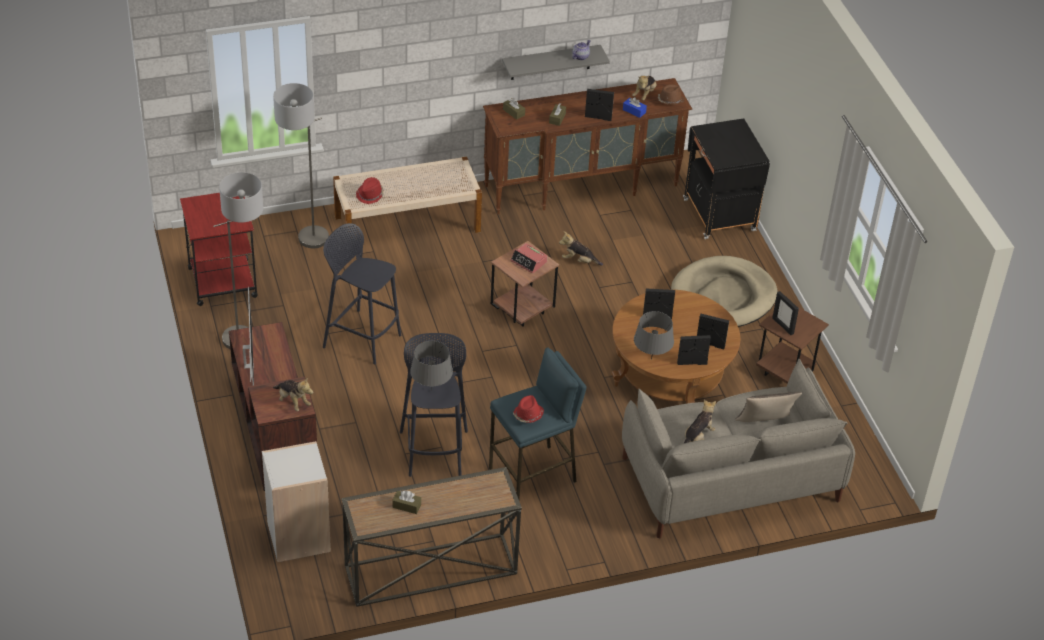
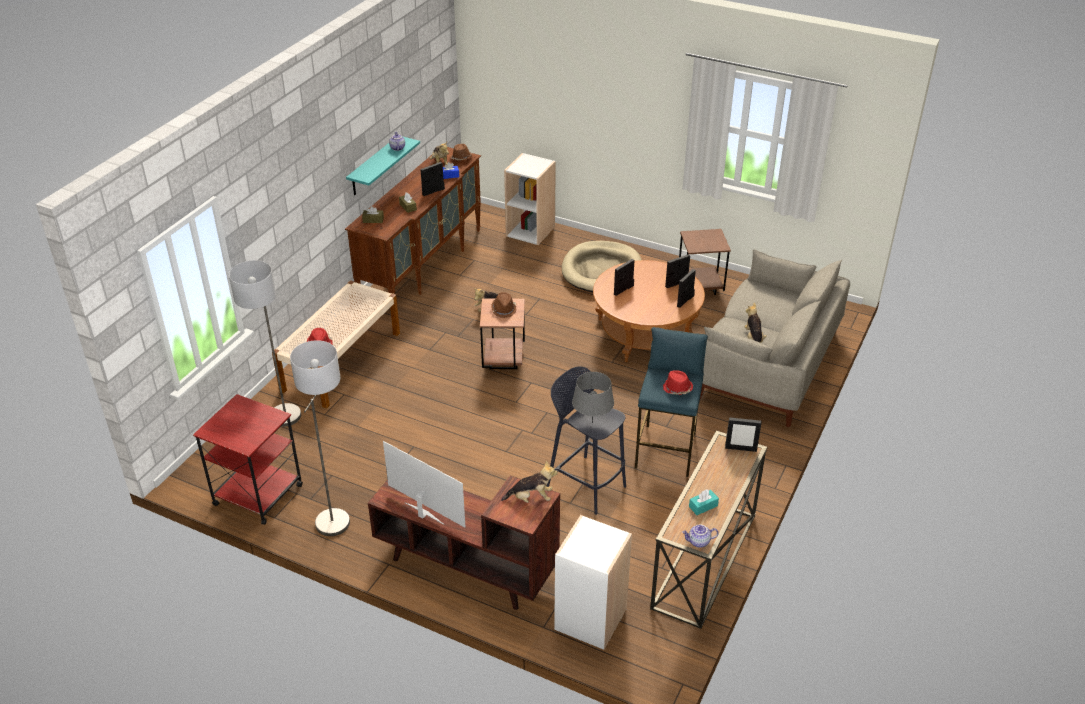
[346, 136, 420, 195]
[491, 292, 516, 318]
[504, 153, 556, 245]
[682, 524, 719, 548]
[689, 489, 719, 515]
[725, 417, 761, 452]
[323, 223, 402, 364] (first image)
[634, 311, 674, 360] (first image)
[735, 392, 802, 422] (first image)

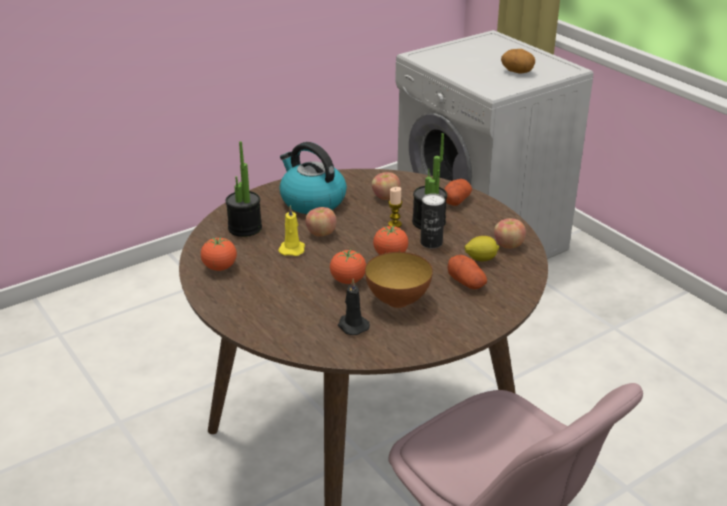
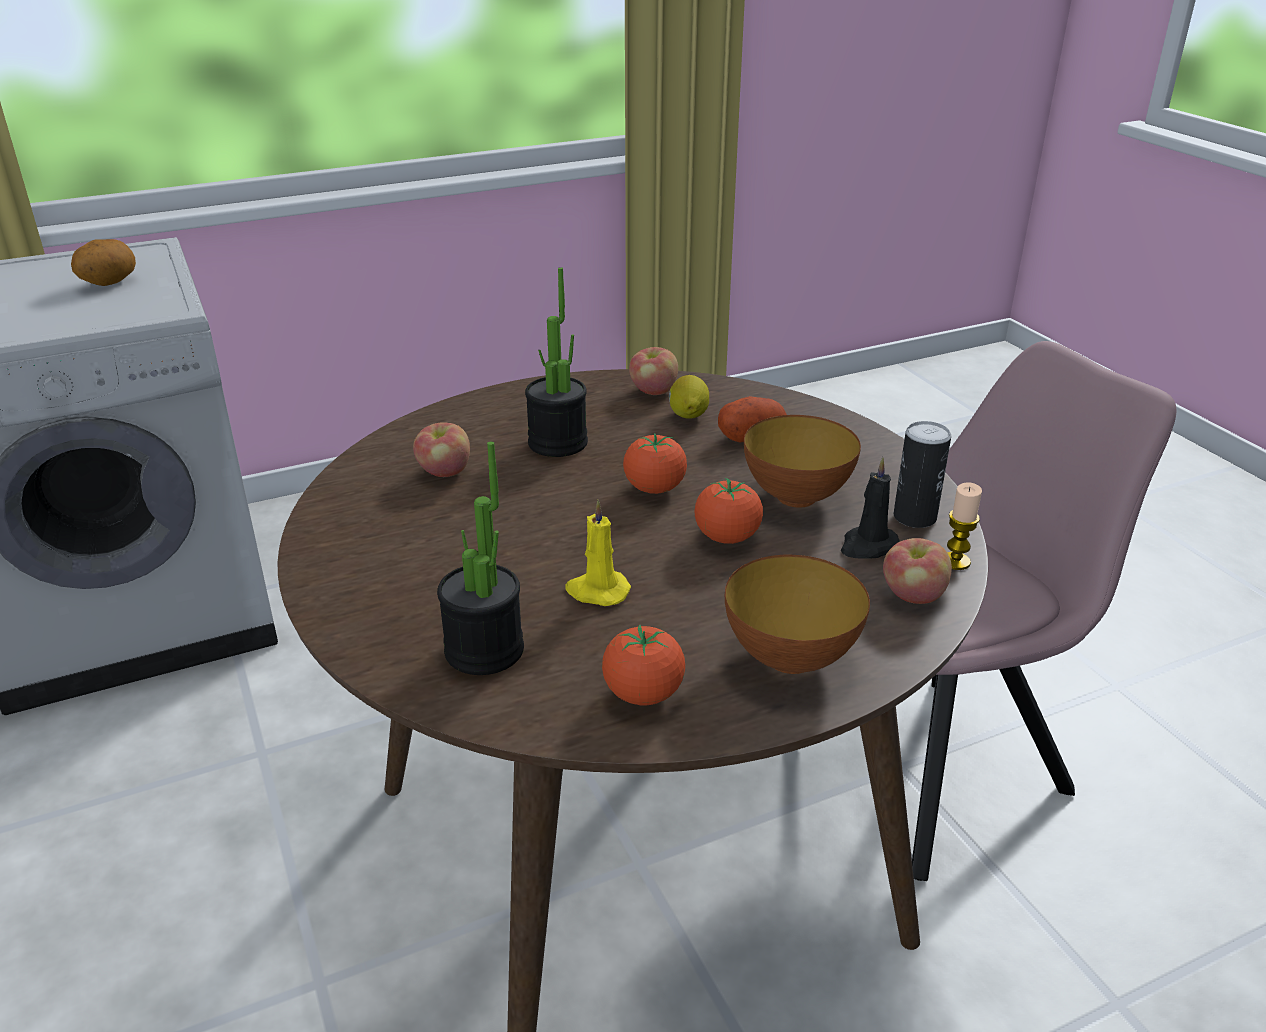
[725, 554, 870, 674]
[883, 538, 952, 604]
[894, 421, 951, 528]
[947, 483, 982, 570]
[279, 142, 347, 214] (first image)
[444, 179, 472, 206] (first image)

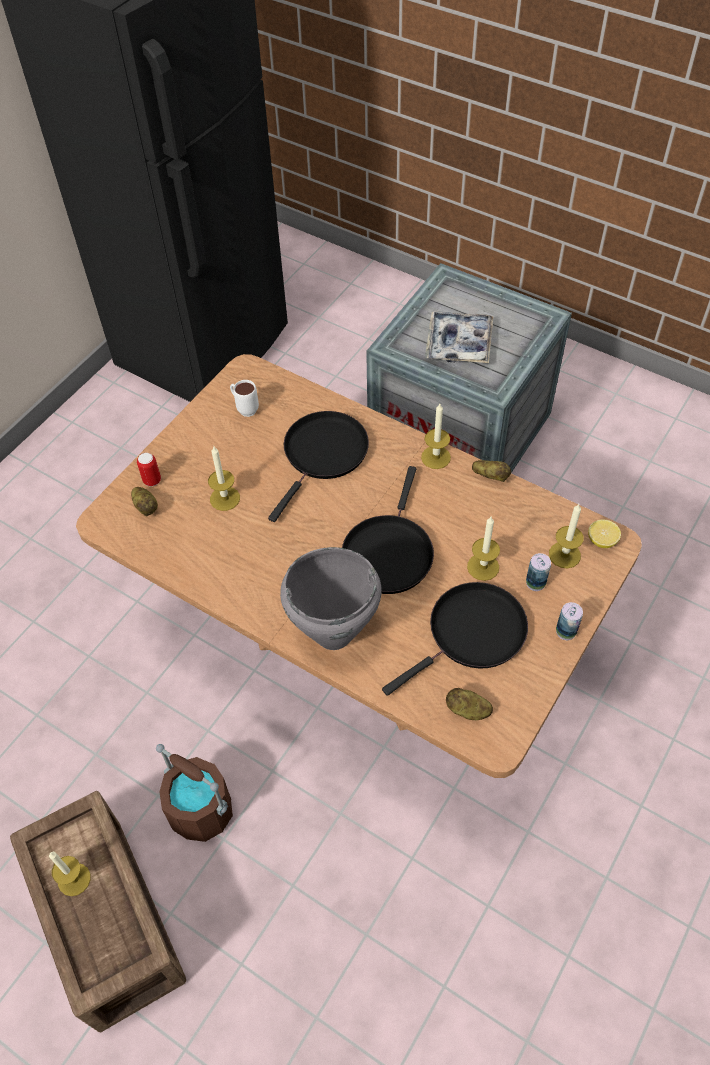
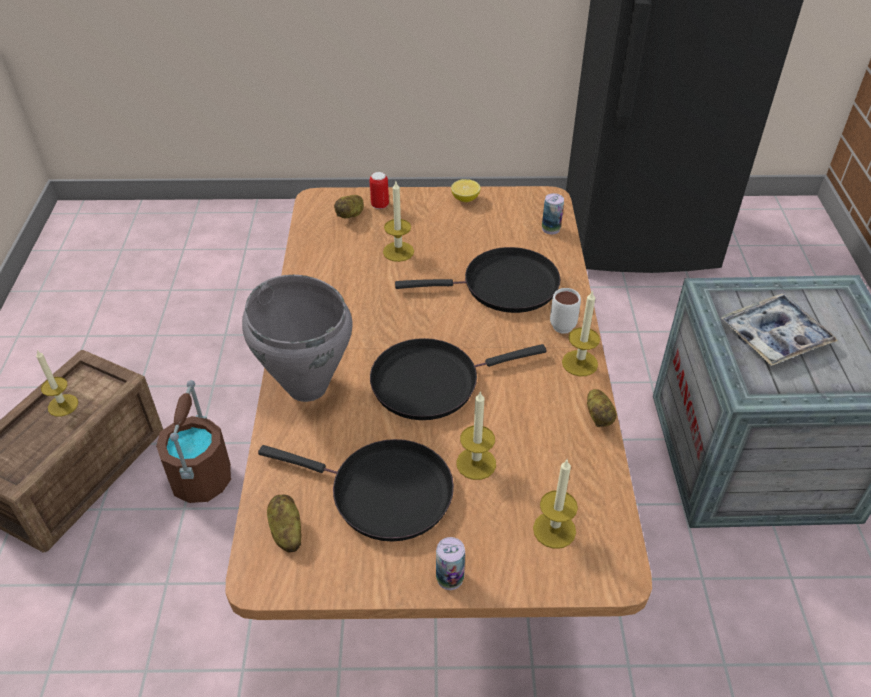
[451, 179, 480, 202]
[542, 193, 564, 234]
[550, 288, 581, 334]

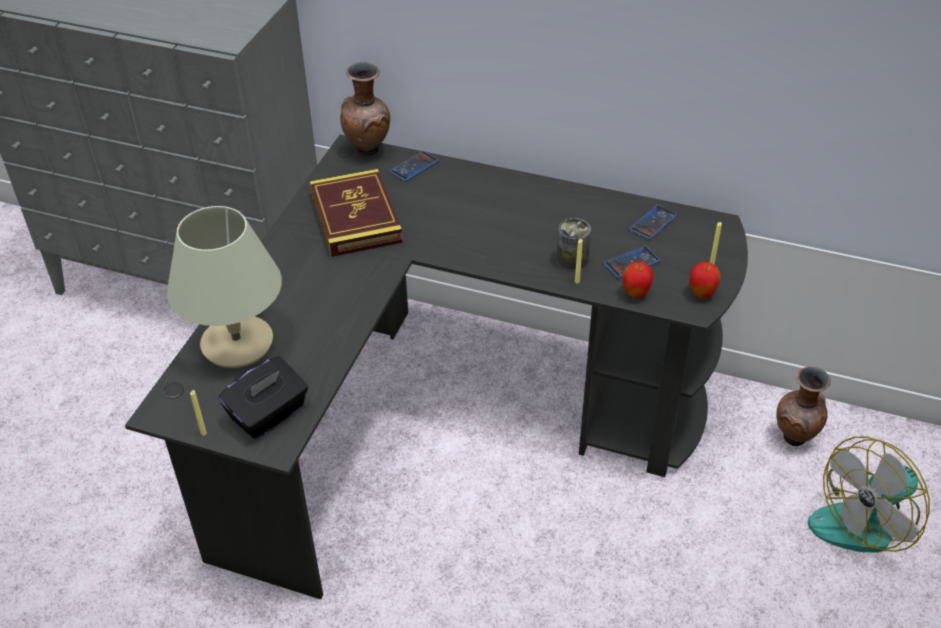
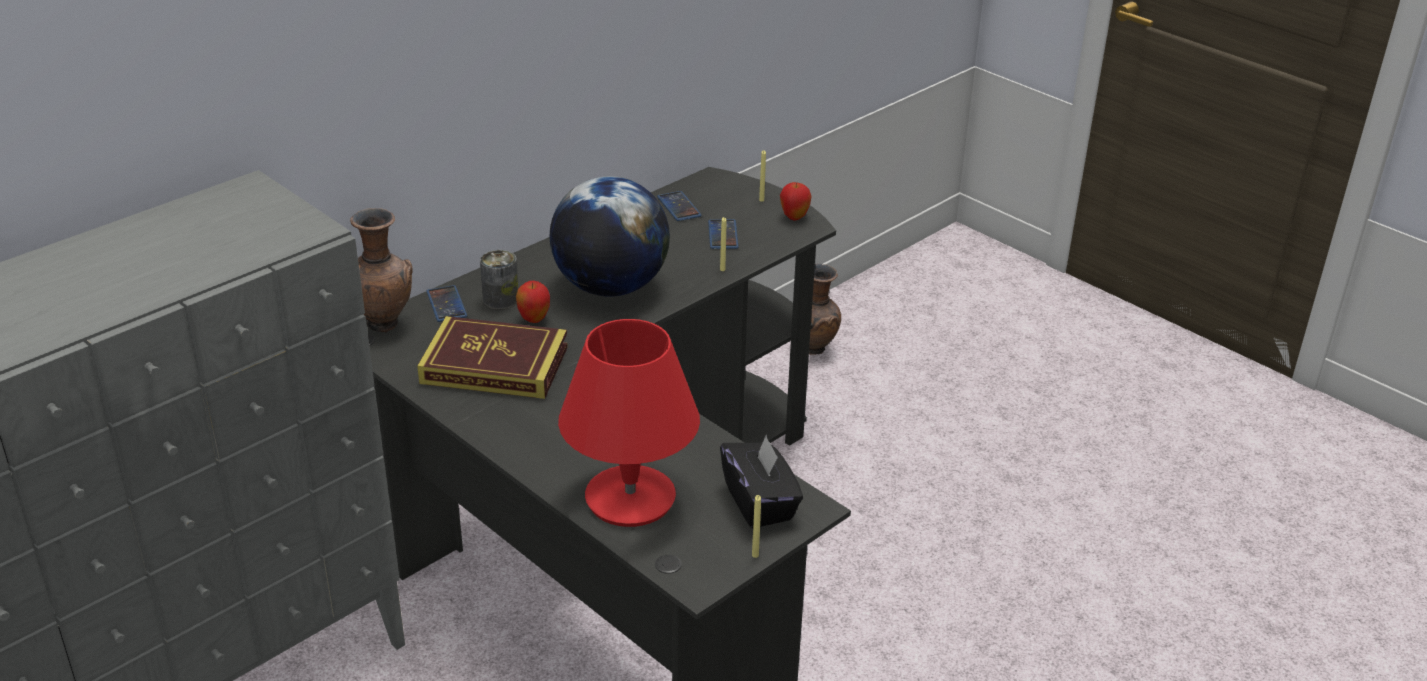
[480, 250, 518, 310]
[516, 281, 550, 323]
[550, 176, 670, 297]
[558, 319, 700, 527]
[808, 437, 930, 553] (first image)

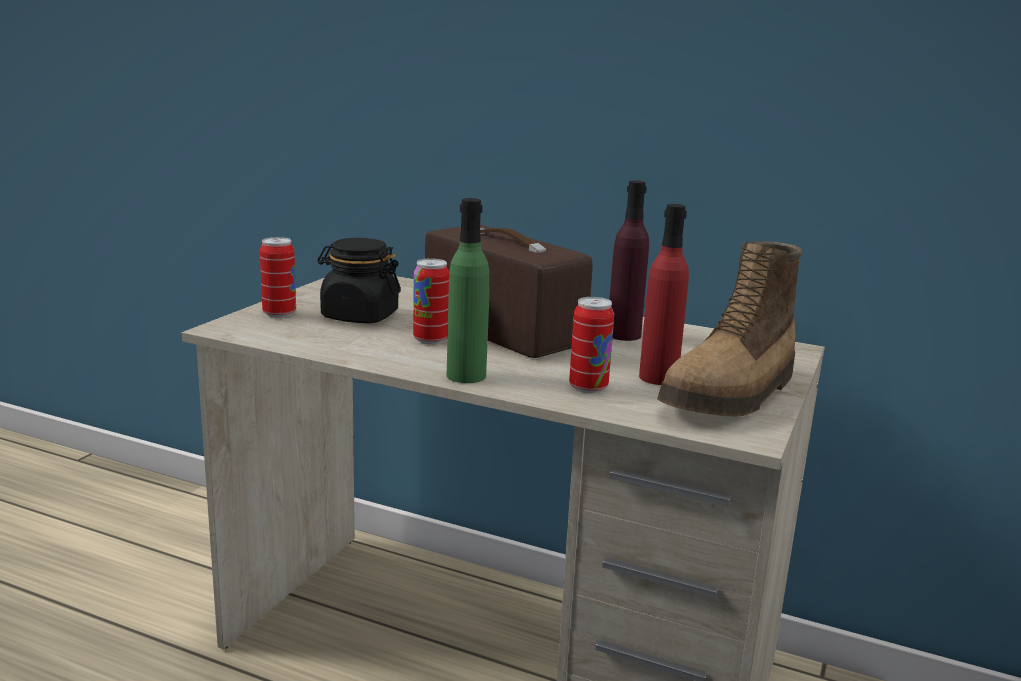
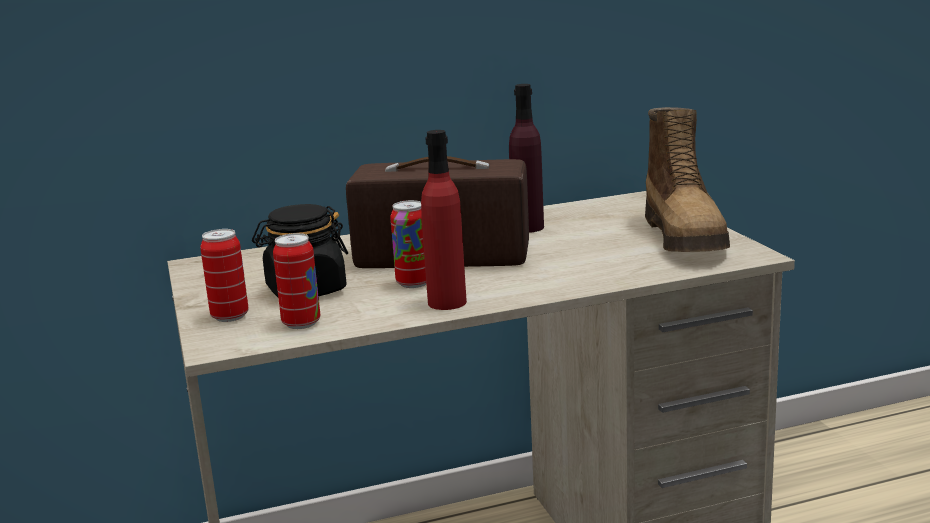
[273, 233, 320, 329]
[421, 130, 467, 310]
[446, 198, 490, 383] (first image)

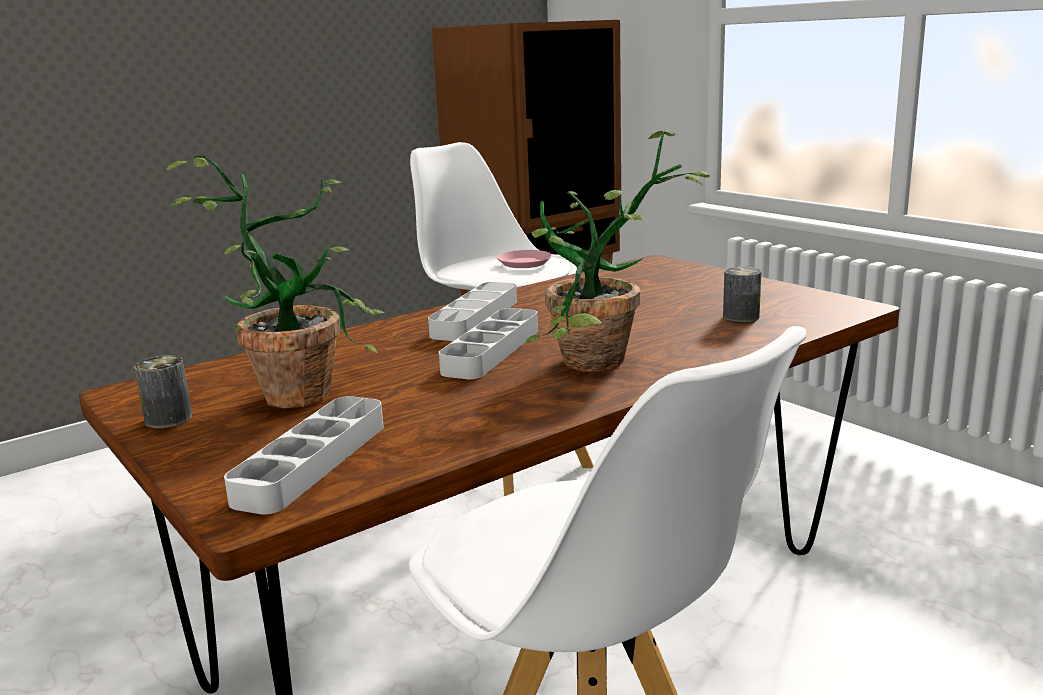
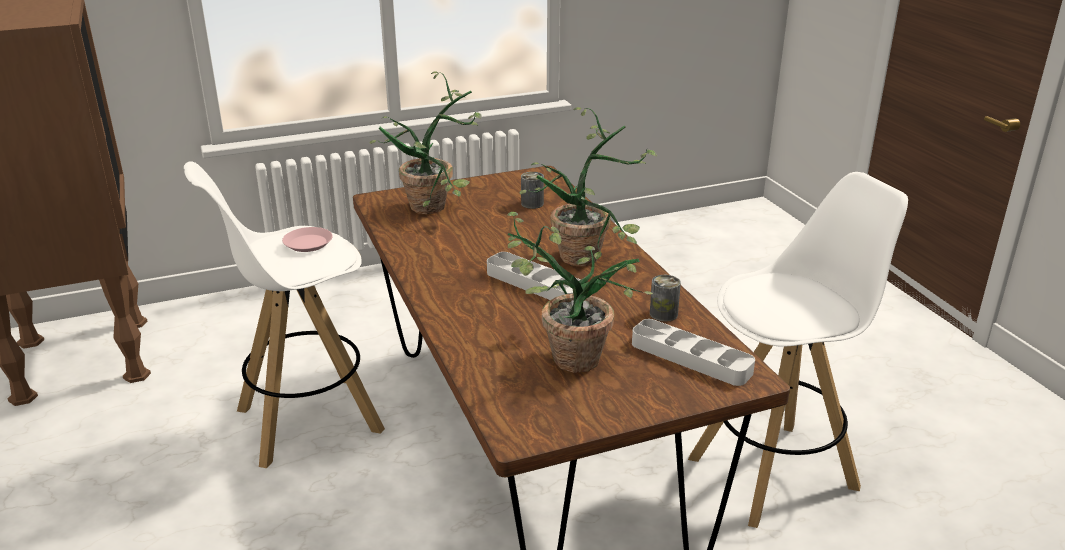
[369, 71, 482, 214]
[650, 275, 681, 322]
[428, 282, 517, 341] (first image)

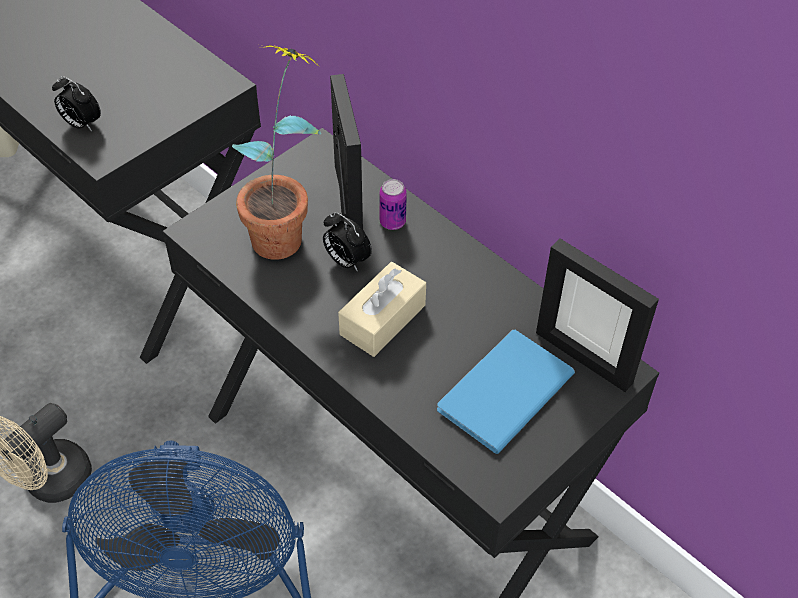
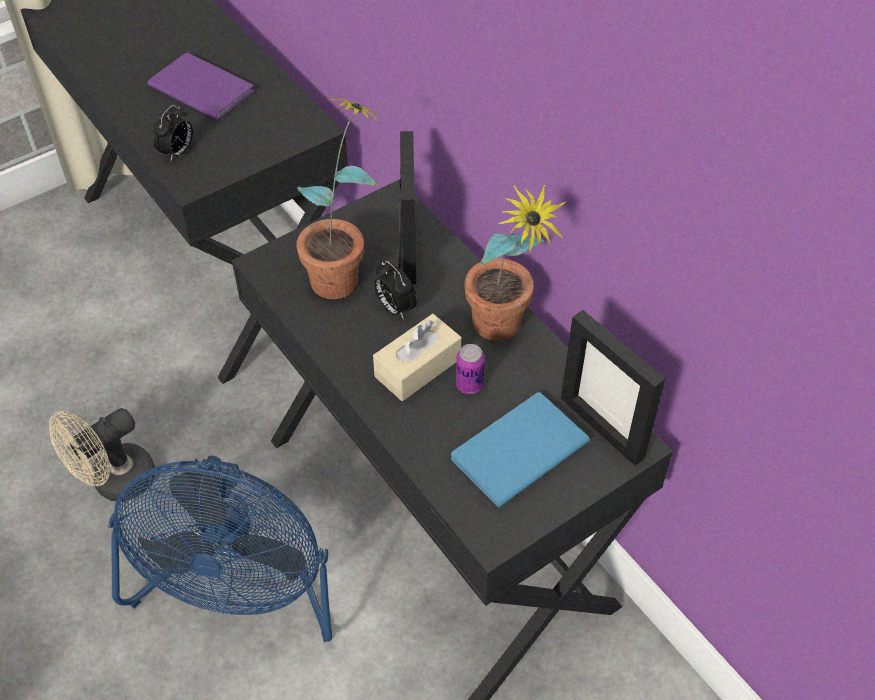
[147, 53, 254, 120]
[153, 105, 193, 161]
[456, 344, 485, 394]
[464, 184, 565, 341]

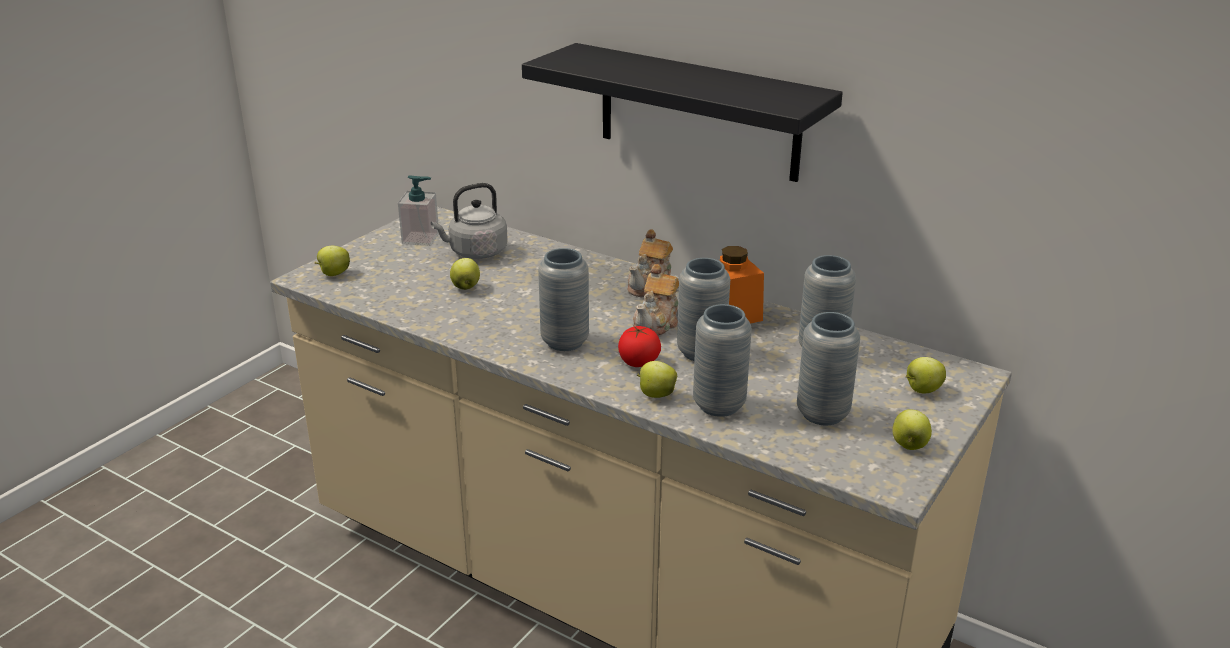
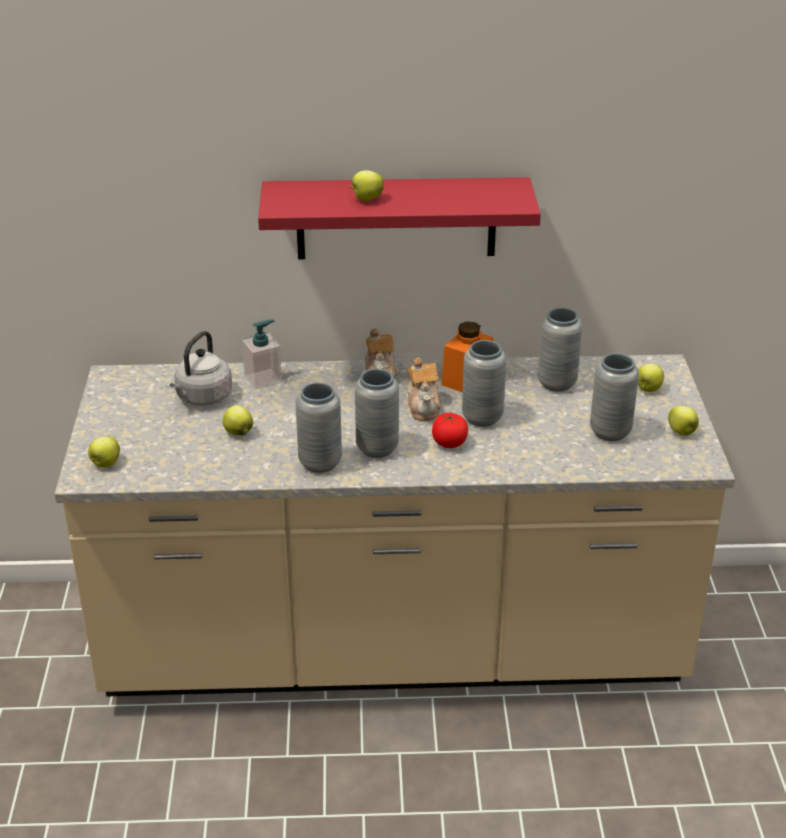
[242, 319, 282, 390]
[258, 177, 541, 259]
[296, 382, 342, 473]
[350, 170, 384, 201]

